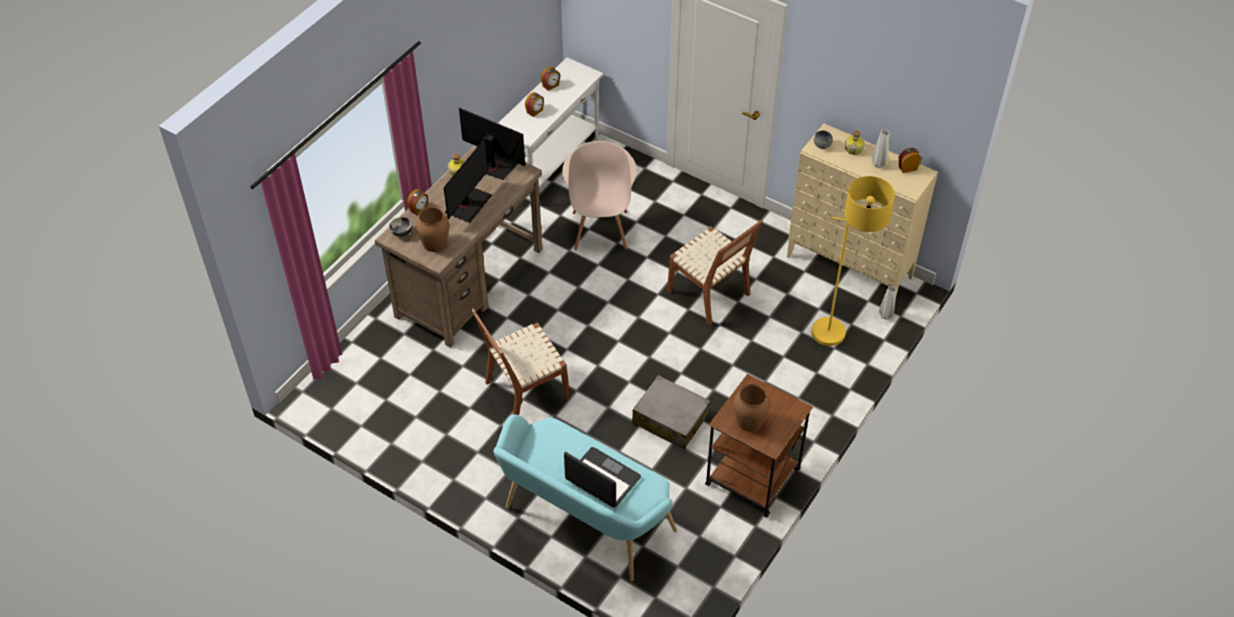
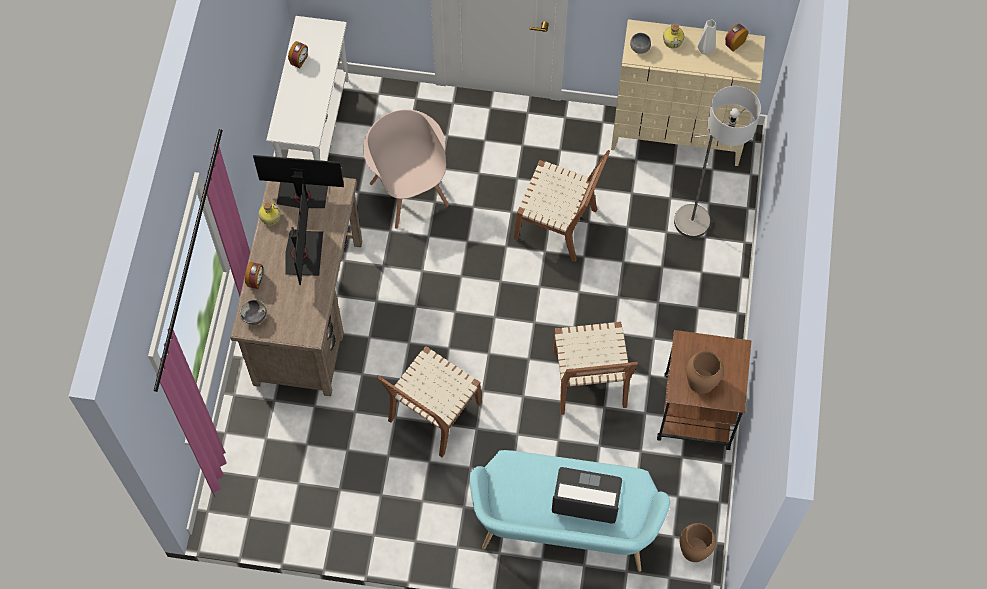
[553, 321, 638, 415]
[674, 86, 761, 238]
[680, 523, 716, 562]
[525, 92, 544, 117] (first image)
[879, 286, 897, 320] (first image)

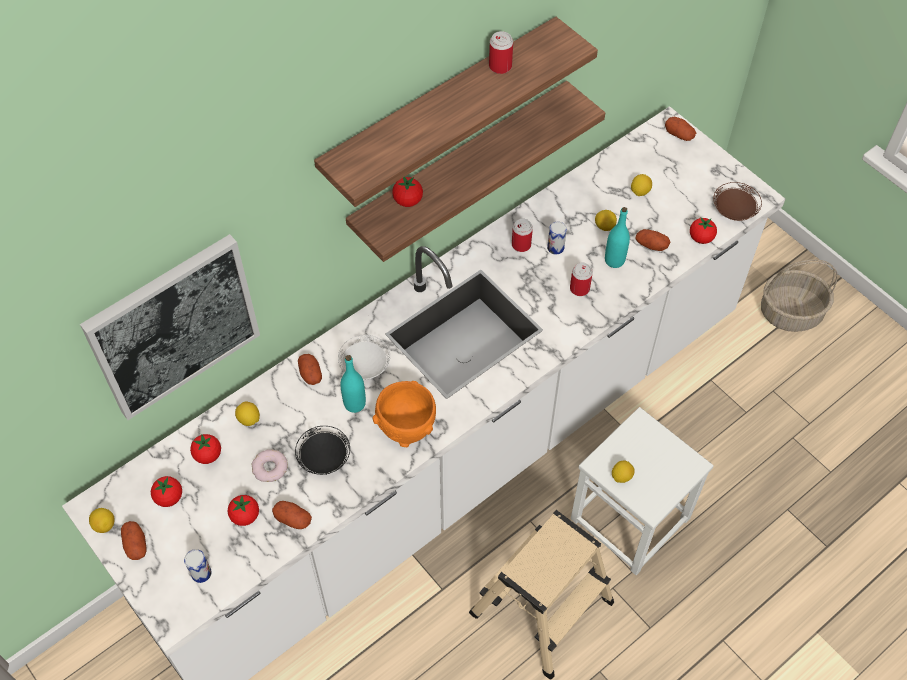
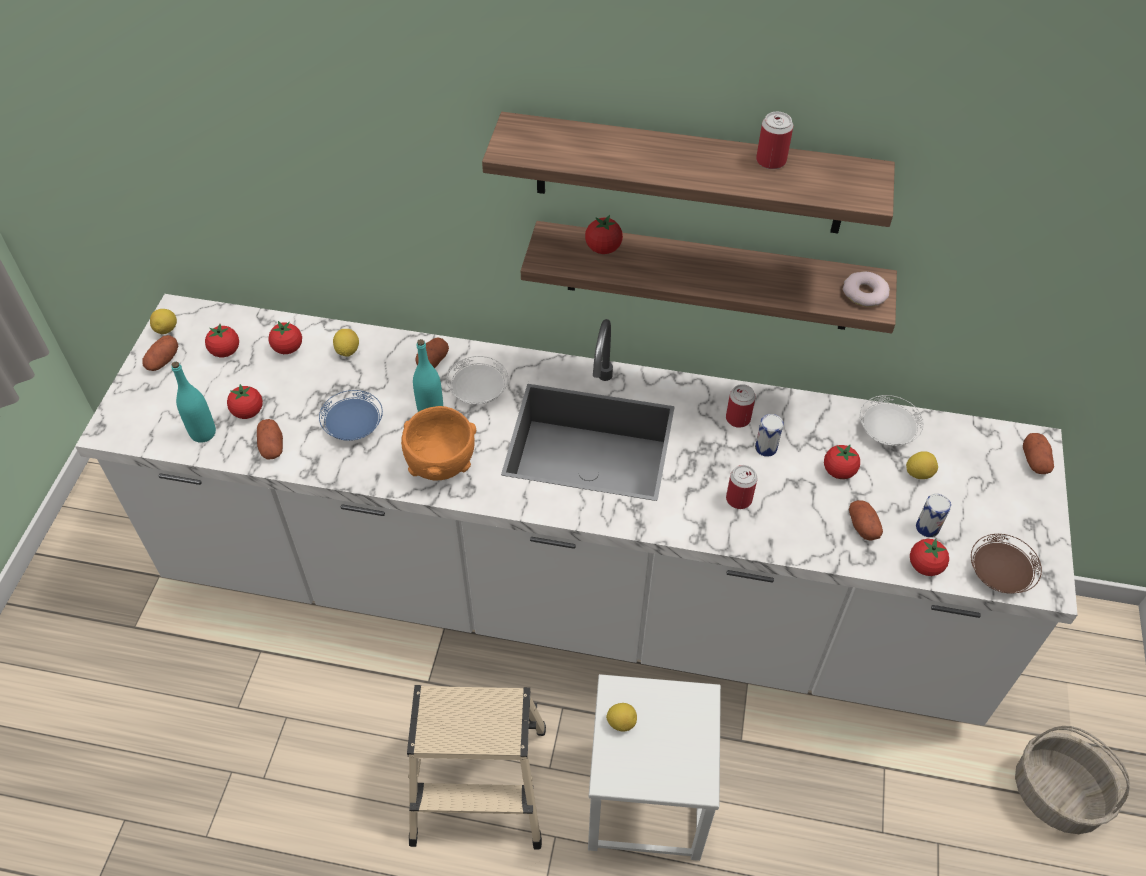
[171, 362, 216, 443]
[319, 390, 383, 441]
[824, 445, 860, 479]
[843, 271, 890, 307]
[860, 395, 924, 446]
[916, 494, 951, 537]
[80, 234, 260, 420] (first image)

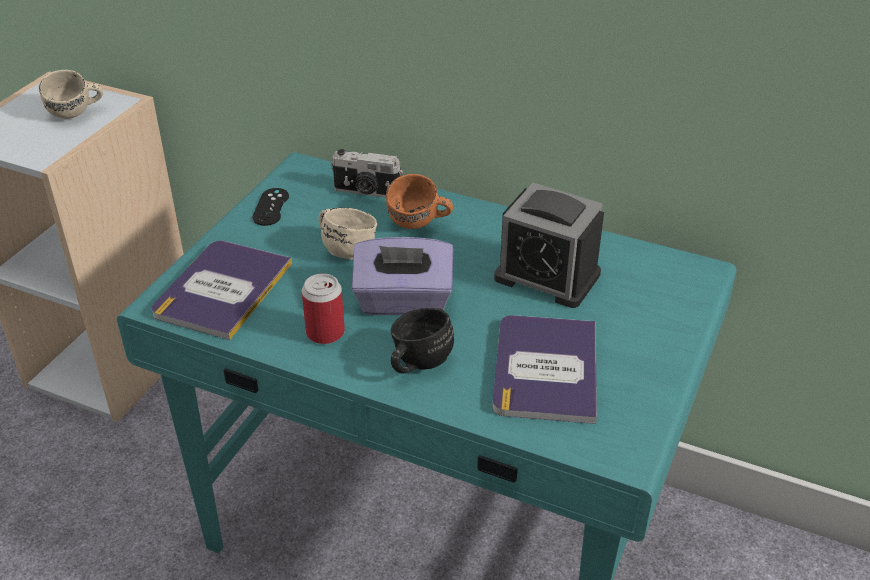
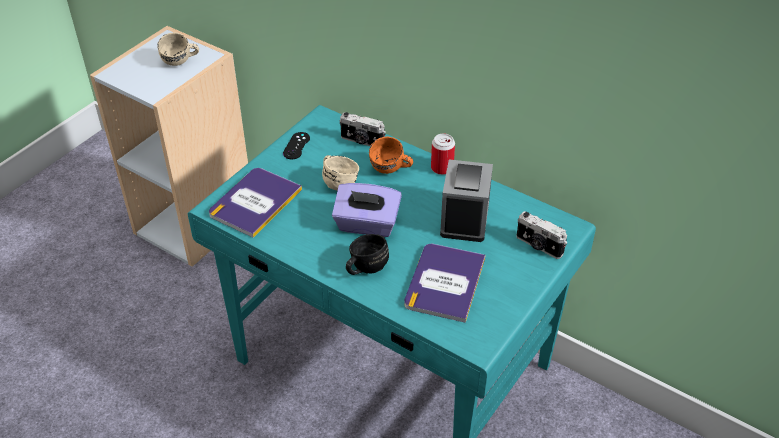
[431, 133, 455, 175]
[440, 159, 493, 242]
[516, 211, 567, 259]

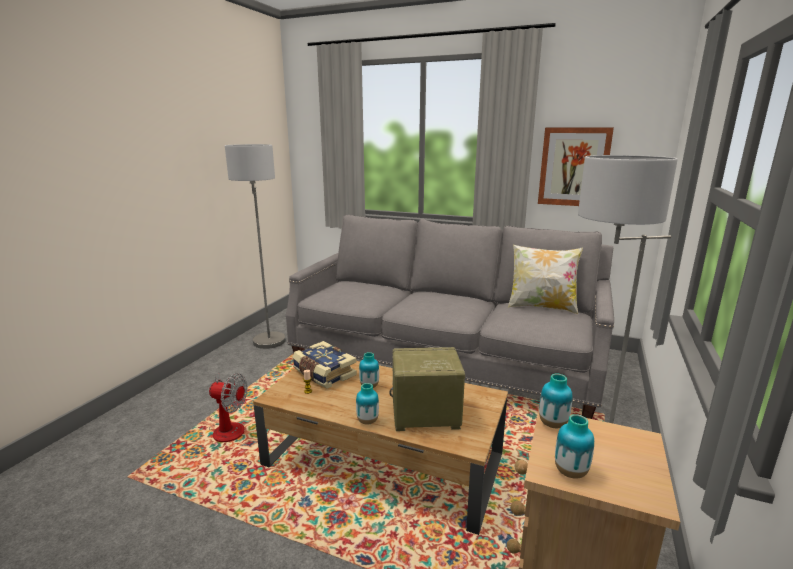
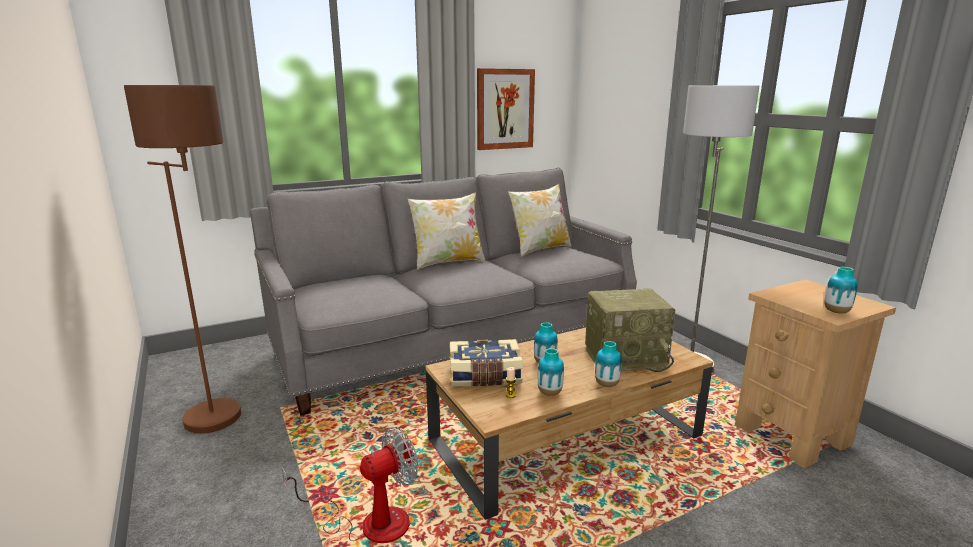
[124, 85, 241, 434]
[408, 192, 485, 270]
[538, 348, 564, 396]
[585, 288, 675, 372]

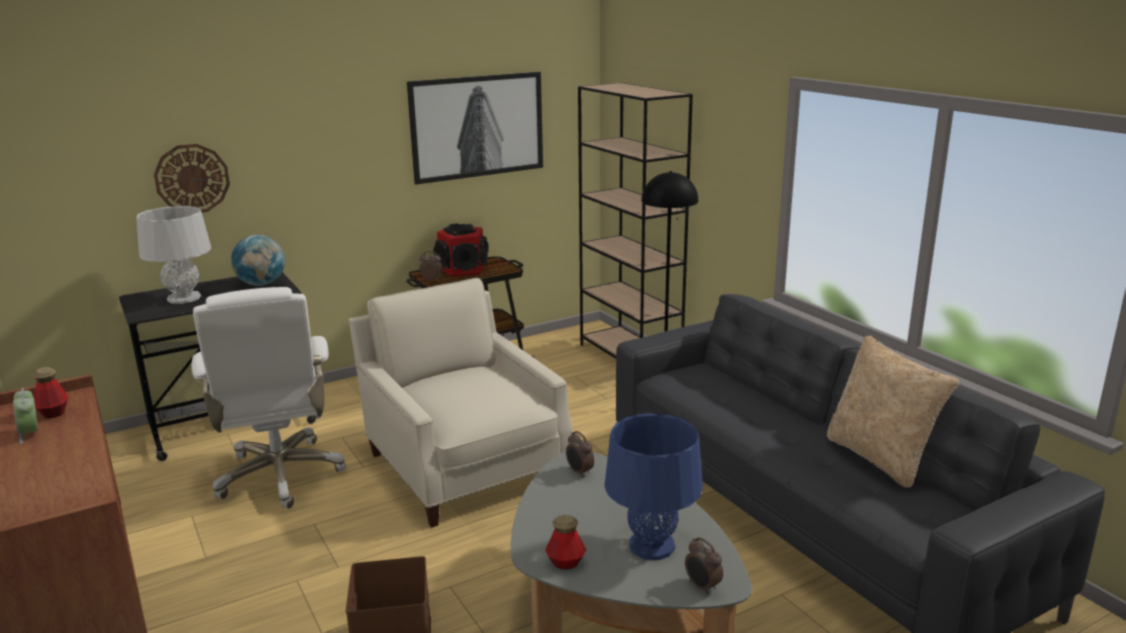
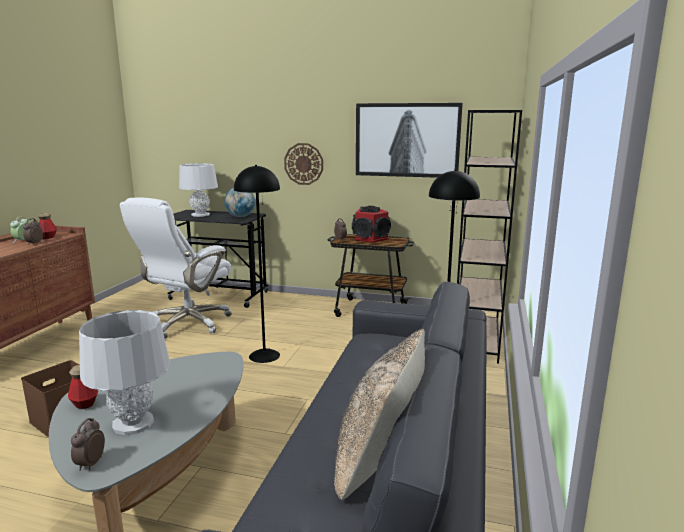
[23, 218, 43, 245]
[79, 310, 170, 435]
[234, 165, 280, 363]
[284, 143, 323, 185]

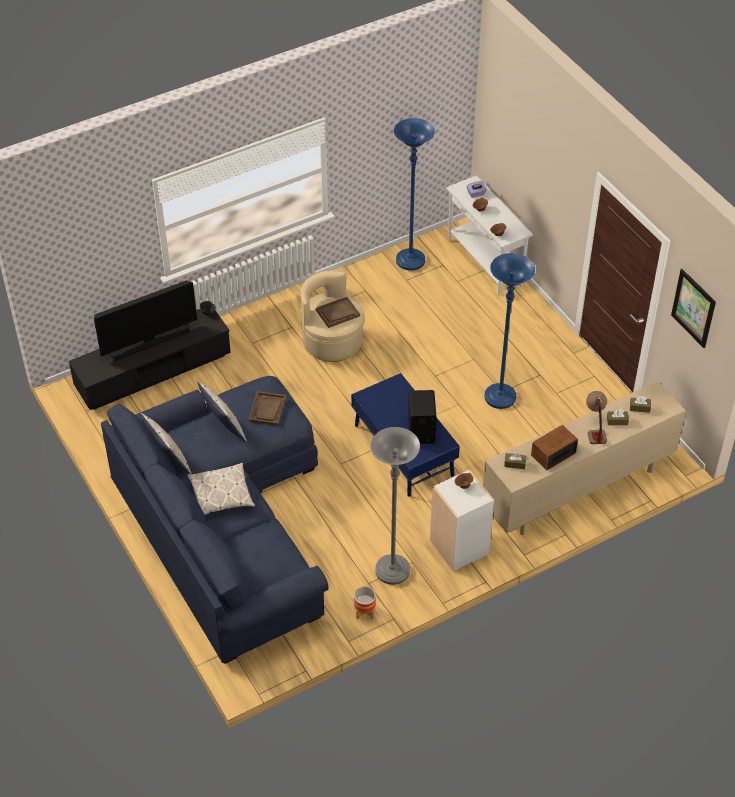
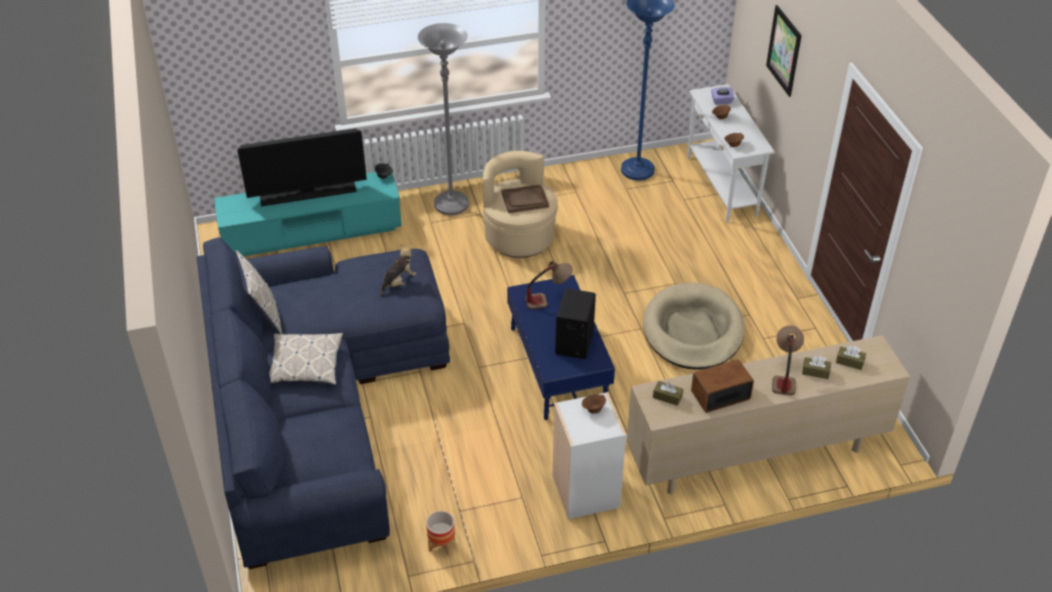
[214, 172, 402, 256]
[380, 244, 416, 297]
[418, 23, 469, 215]
[525, 261, 572, 309]
[643, 283, 745, 370]
[766, 5, 802, 97]
[197, 381, 247, 442] (first image)

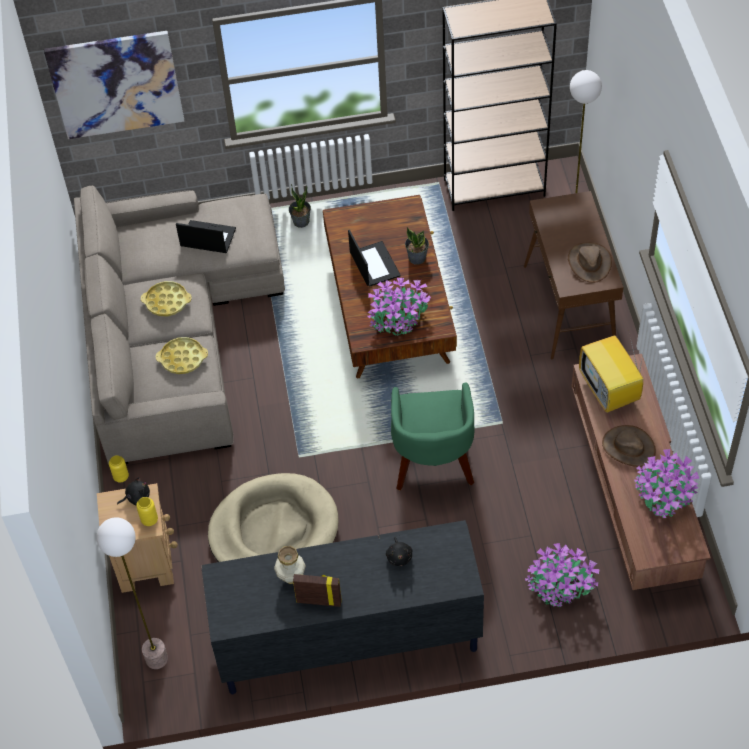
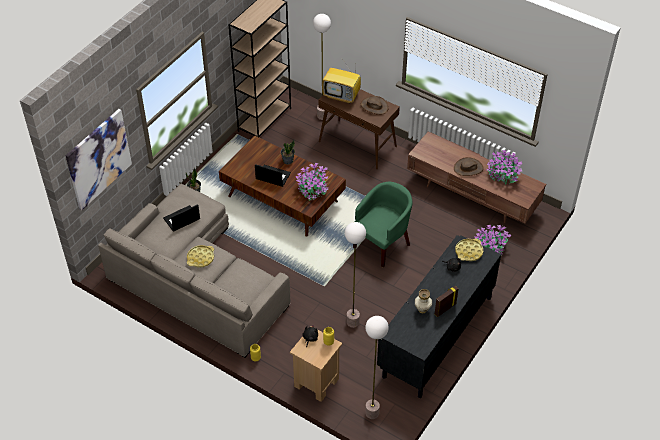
[322, 59, 361, 104]
[345, 222, 366, 328]
[353, 182, 412, 267]
[455, 239, 483, 261]

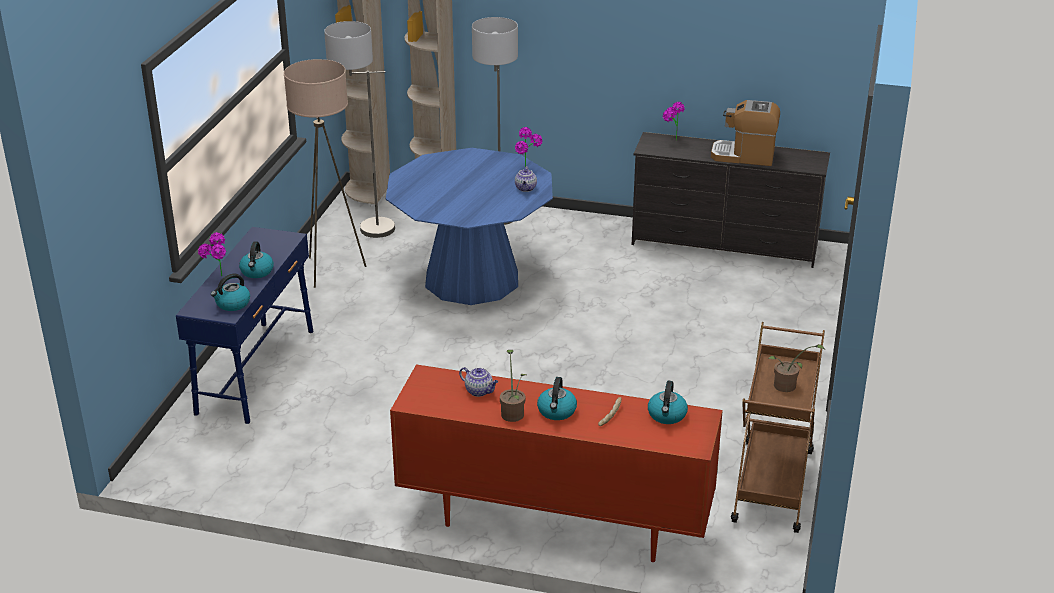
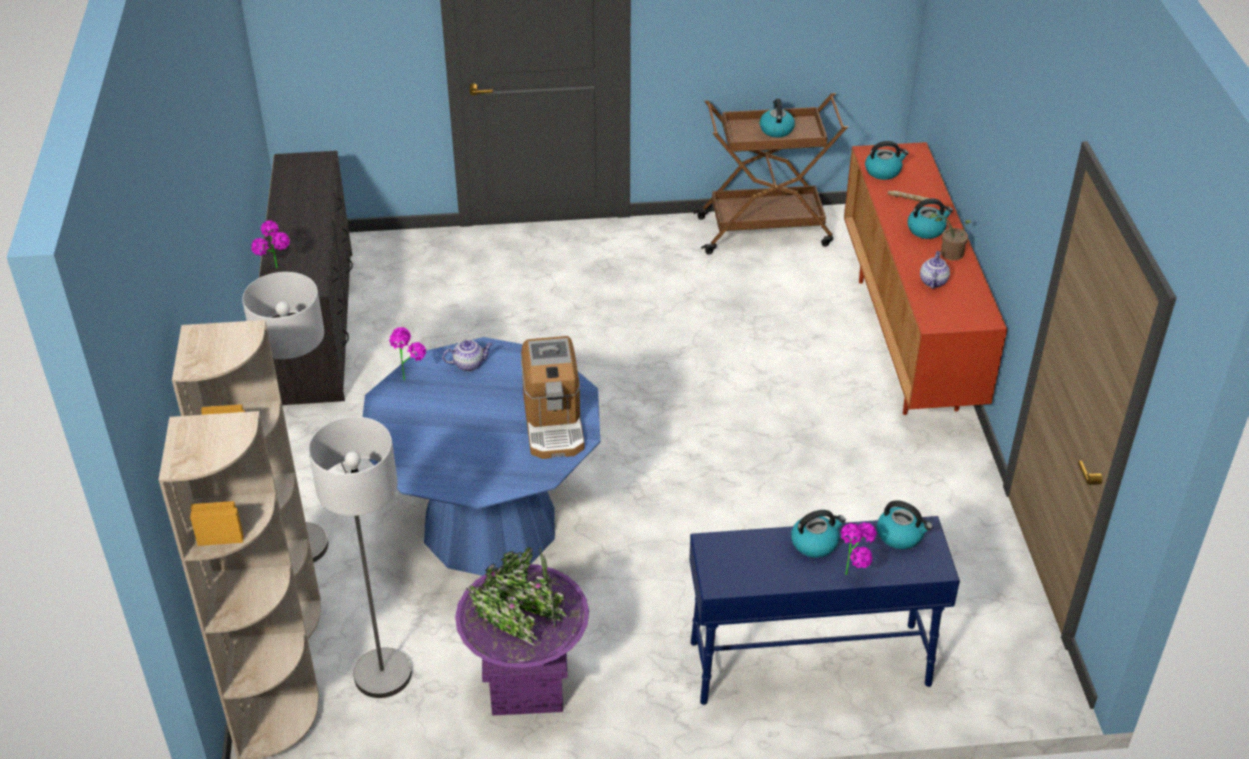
[455, 547, 589, 716]
[521, 336, 585, 459]
[760, 99, 795, 138]

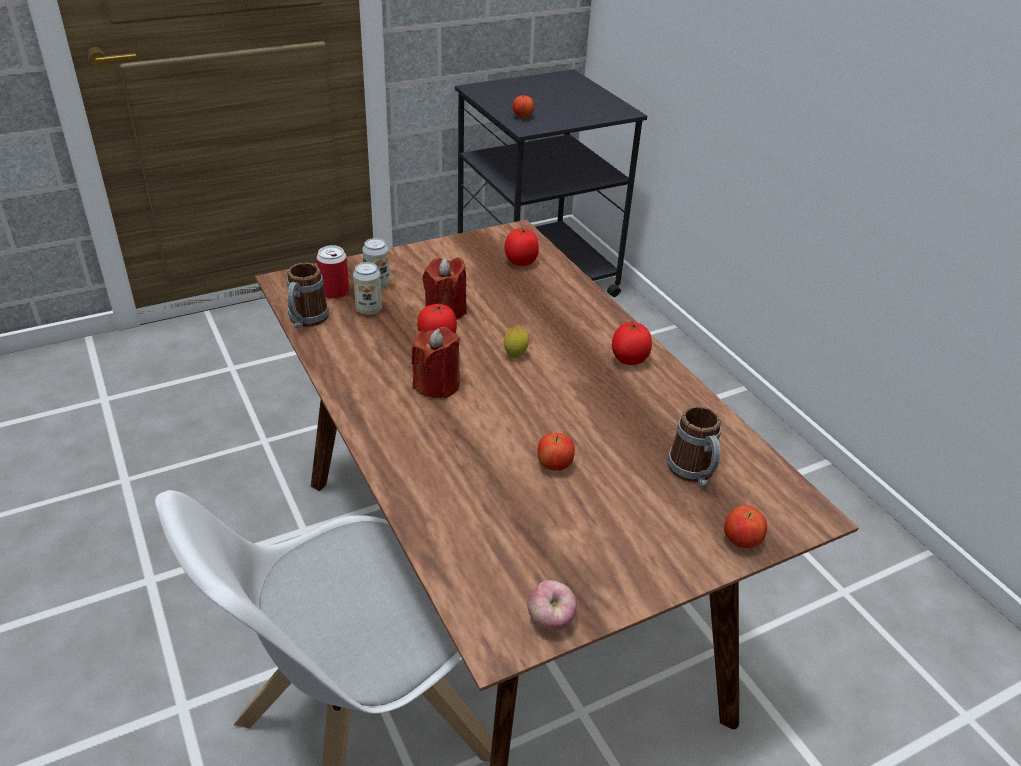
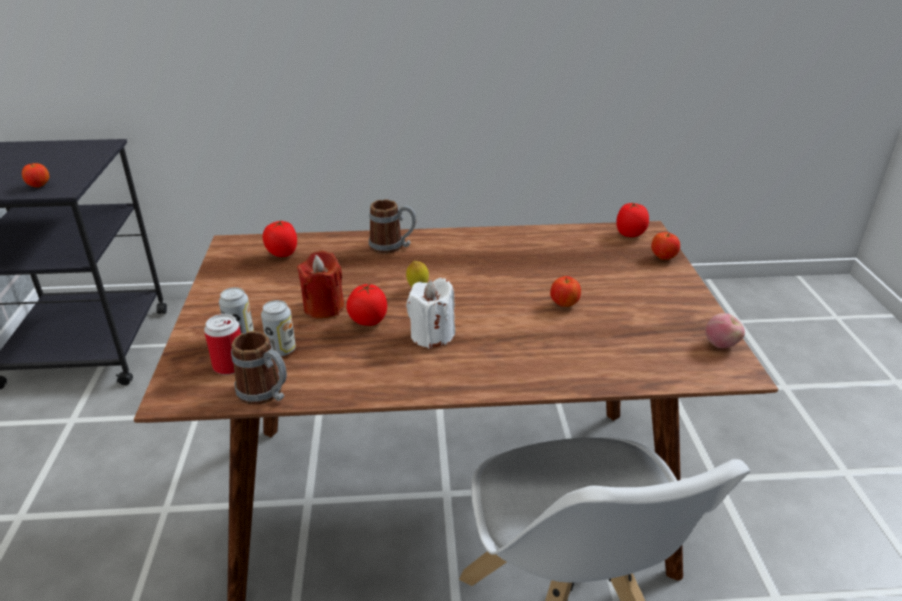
[369, 199, 417, 254]
[406, 278, 455, 349]
[616, 202, 649, 237]

